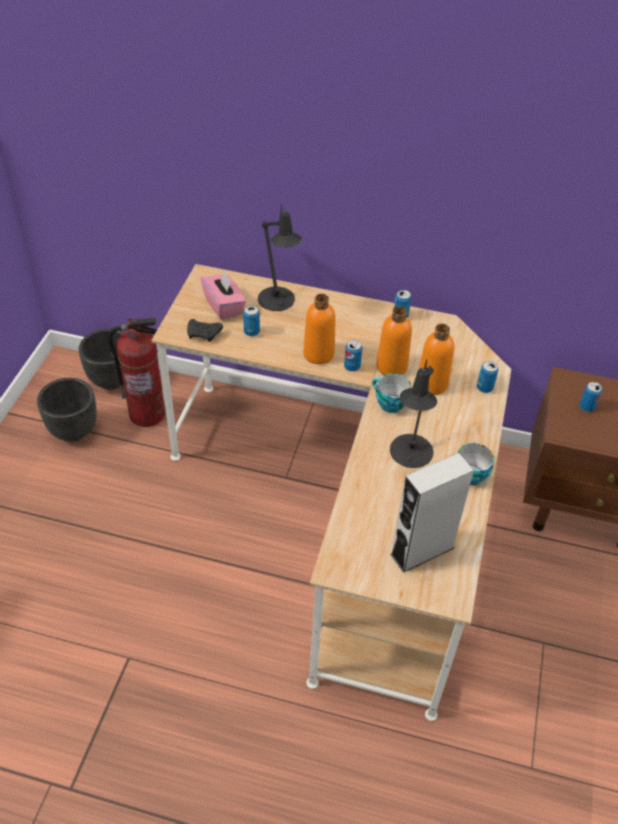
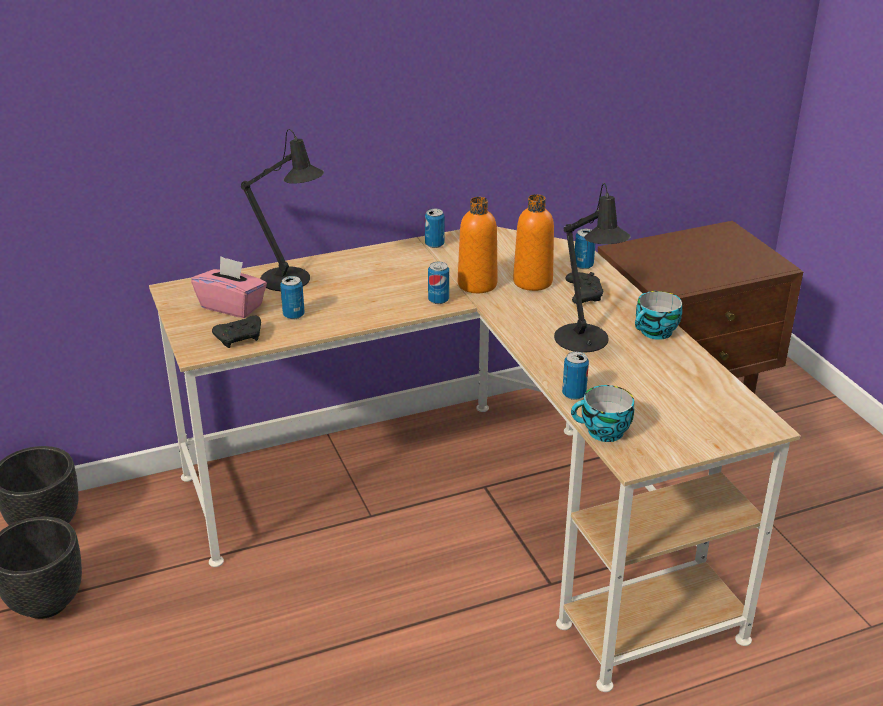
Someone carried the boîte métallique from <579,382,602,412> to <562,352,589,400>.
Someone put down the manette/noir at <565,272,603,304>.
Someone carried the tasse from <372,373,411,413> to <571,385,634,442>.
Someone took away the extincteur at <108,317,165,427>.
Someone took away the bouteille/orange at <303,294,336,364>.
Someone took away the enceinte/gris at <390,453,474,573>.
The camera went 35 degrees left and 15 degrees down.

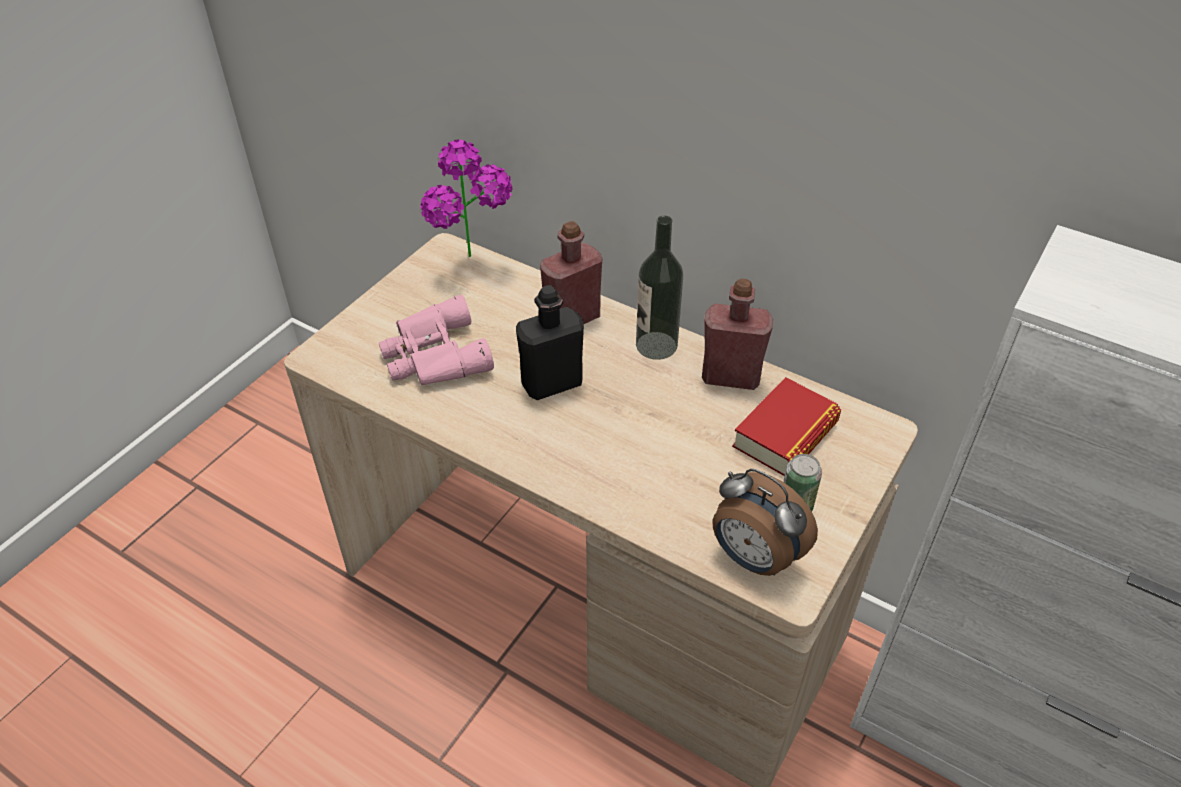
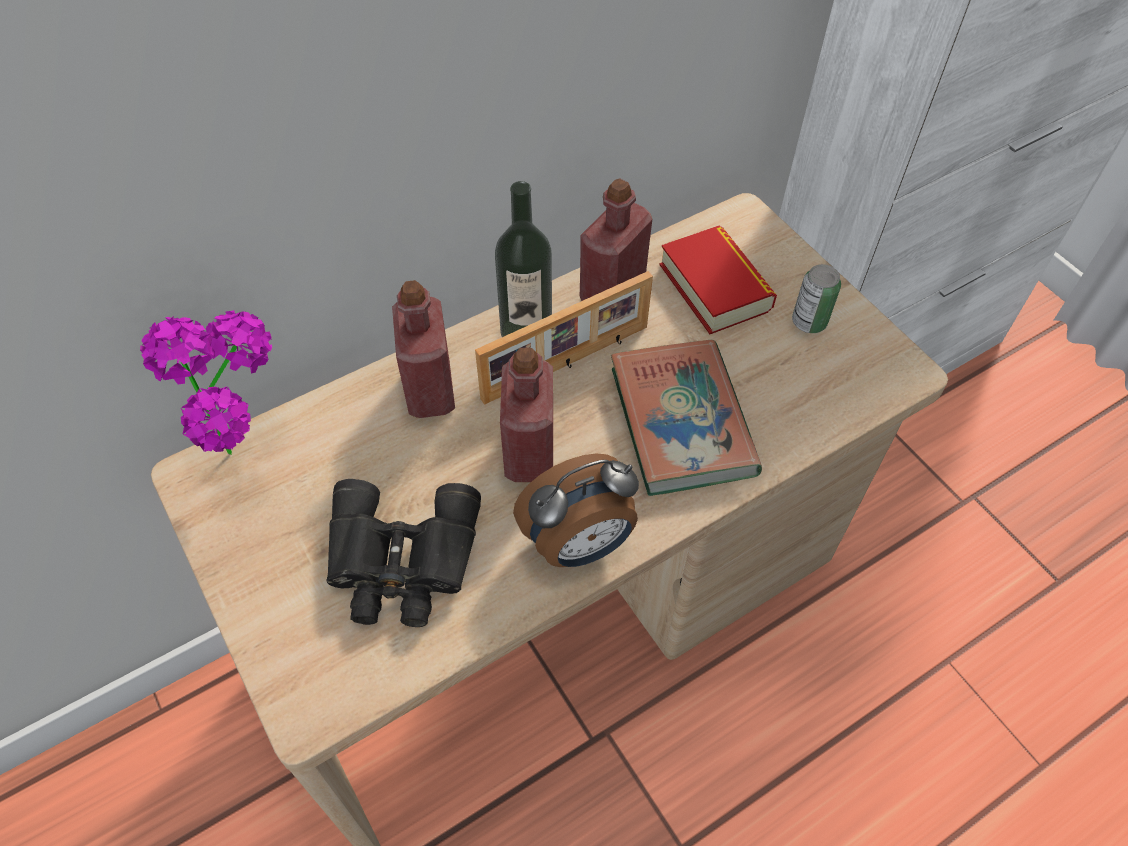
Someone repainted the jumelles/rose at <379,295,494,385>, which became the jumelles/noir at <327,479,481,627>.
Someone put down the cadre photo at <475,271,653,405>.
Someone repainted the bouteille/noir at <516,285,584,400>, which became the bouteille/rouge at <500,348,553,482>.
Someone carried the réveil from <713,469,818,576> to <513,454,639,567>.
Someone put down the livre at <611,340,762,496>.
The camera went 65 degrees left and 10 degrees up.

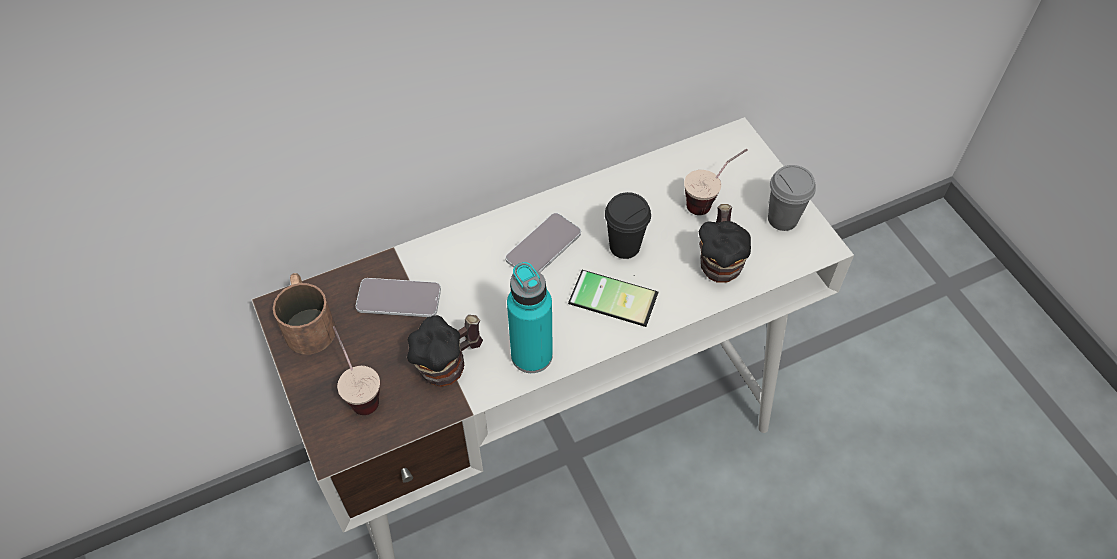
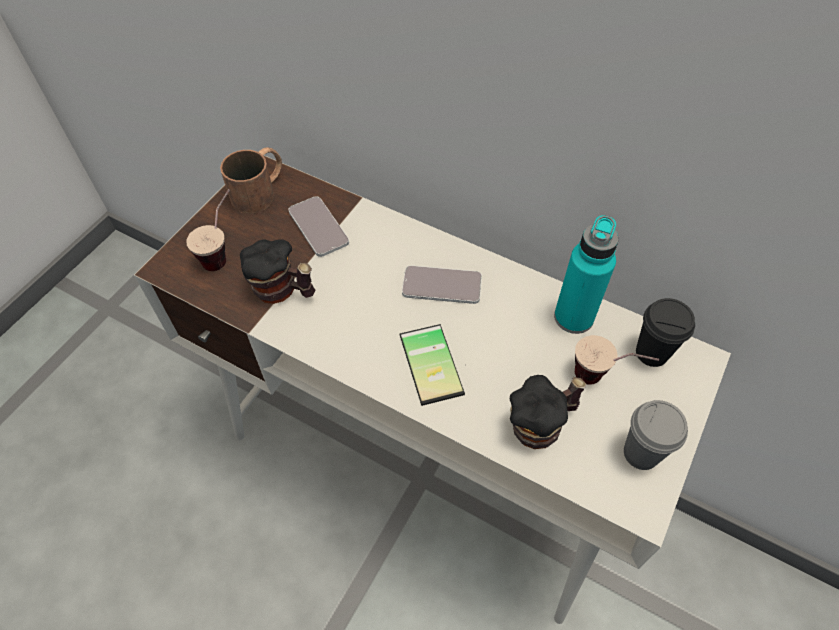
Someone carried the bouteille/turquoise from <507,262,553,373> to <554,215,618,334>.
Someone carried the tasse/noir from <605,192,651,259> to <636,298,695,367>.
The camera went 55 degrees right and 0 degrees up.

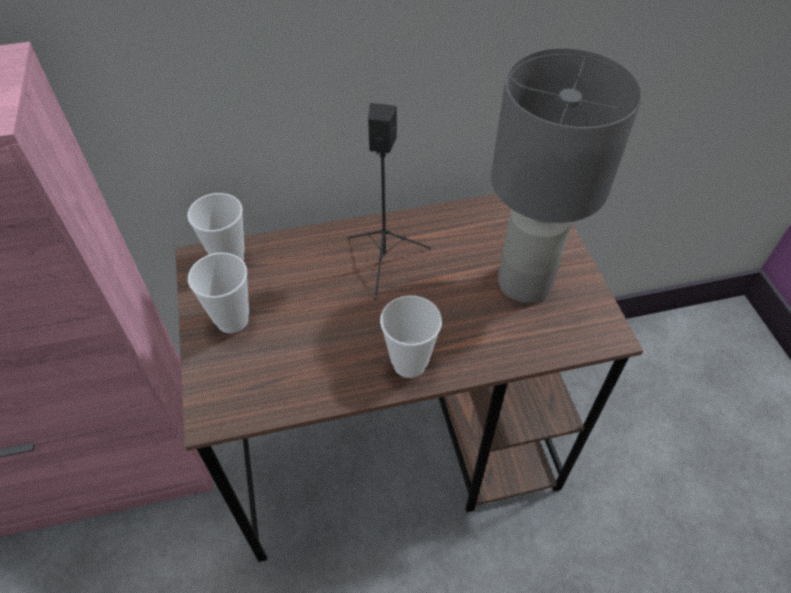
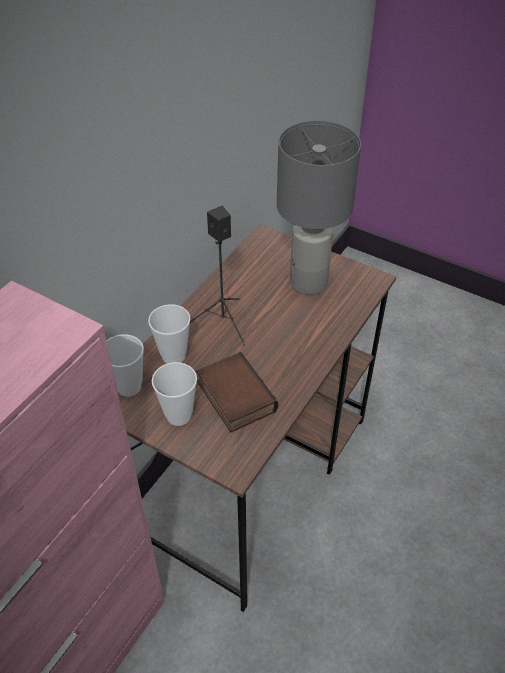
Someone carried the tasse from <380,295,442,378> to <148,304,190,364>.
Someone put down the livre at <196,352,278,432>.
The camera went 45 degrees left and 5 degrees down.

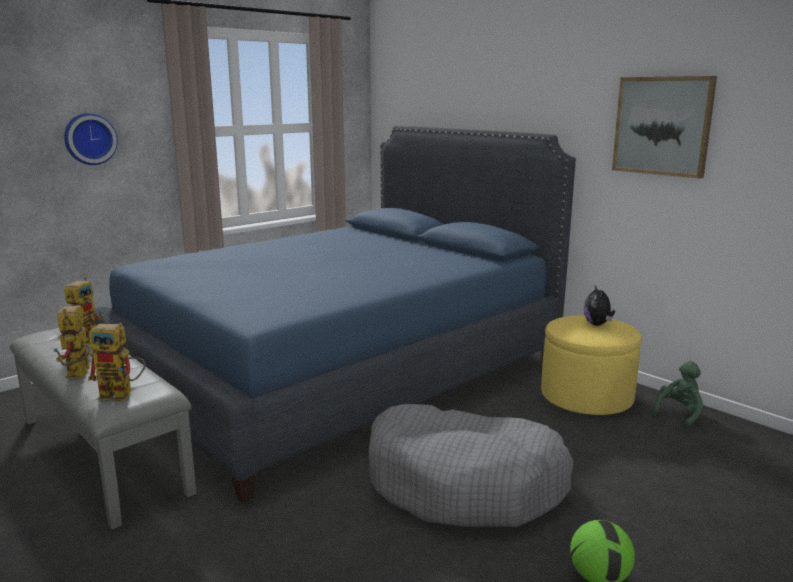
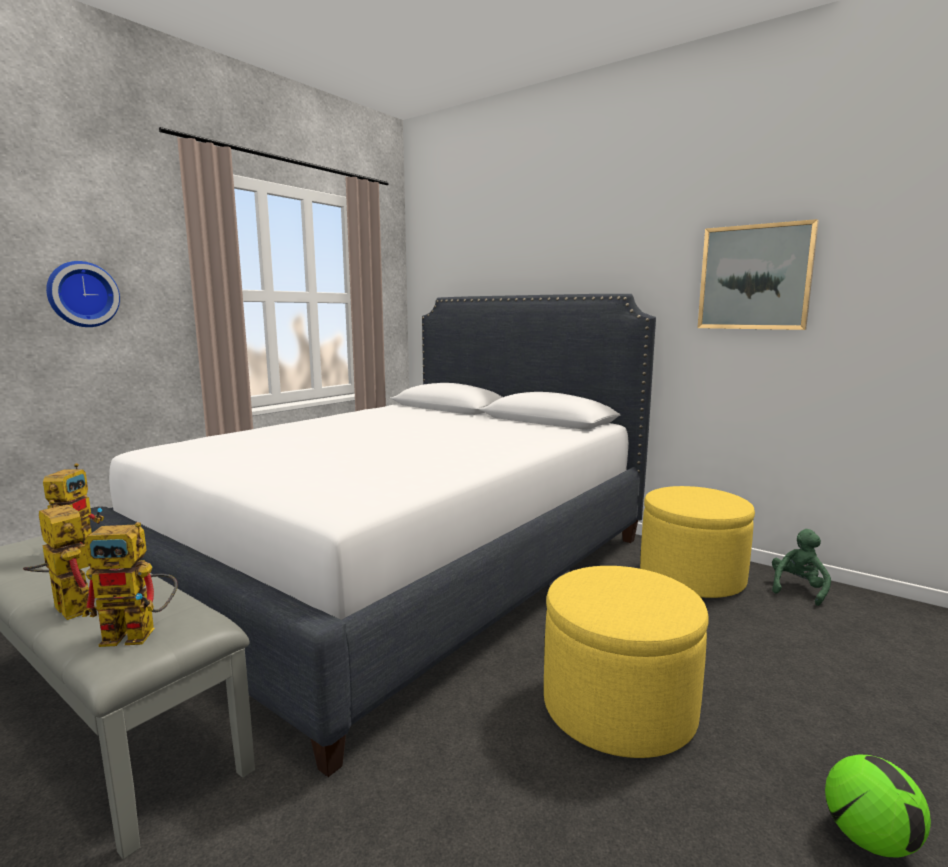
Someone rotated the robot jouet at <53,305,90,379> by 150 degrees clockwise.
Someone repainted the lit/bleu at <94,126,576,503>, which became the lit/blanc at <87,294,656,777>.
Someone swapped the panier pour chien/gris at <369,404,574,527> for the pouf/jaune at <544,566,709,758>.
Someone took away the peluche at <584,285,615,326>.
The camera went 10 degrees left and 5 degrees down.

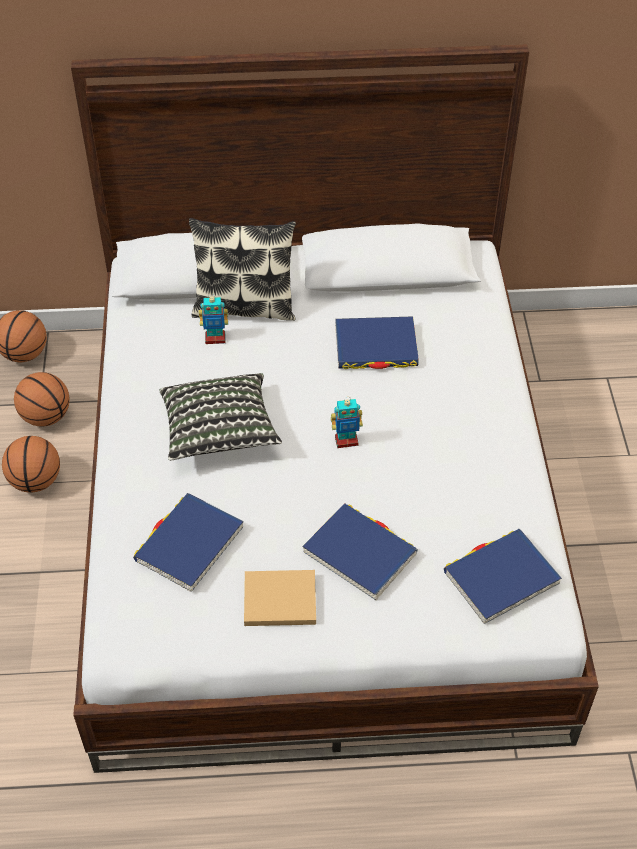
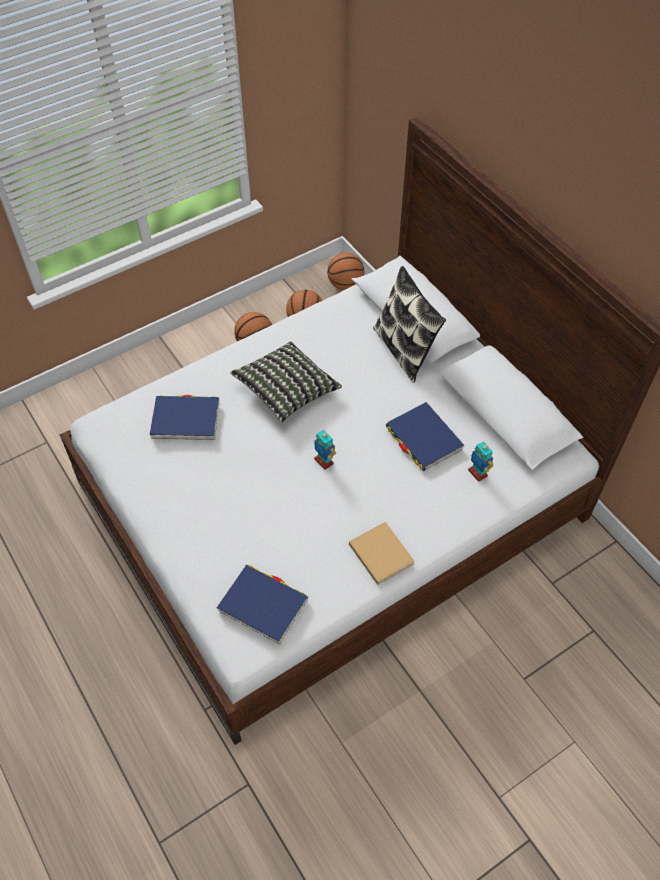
Someone carried the livre/beige from <244,570,316,626> to <349,522,415,585>.
Someone carried the robot jouet from <199,294,228,344> to <468,442,494,482>.
Someone took away the livre/bleu at <302,503,418,600>.
The camera went 60 degrees right and 5 degrees up.

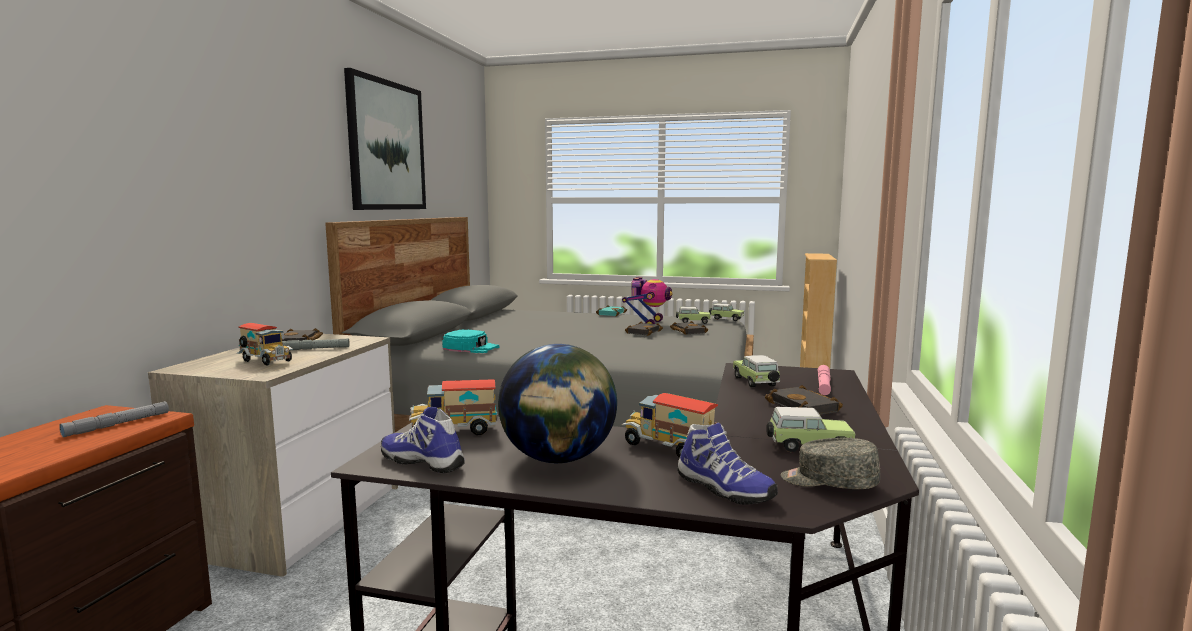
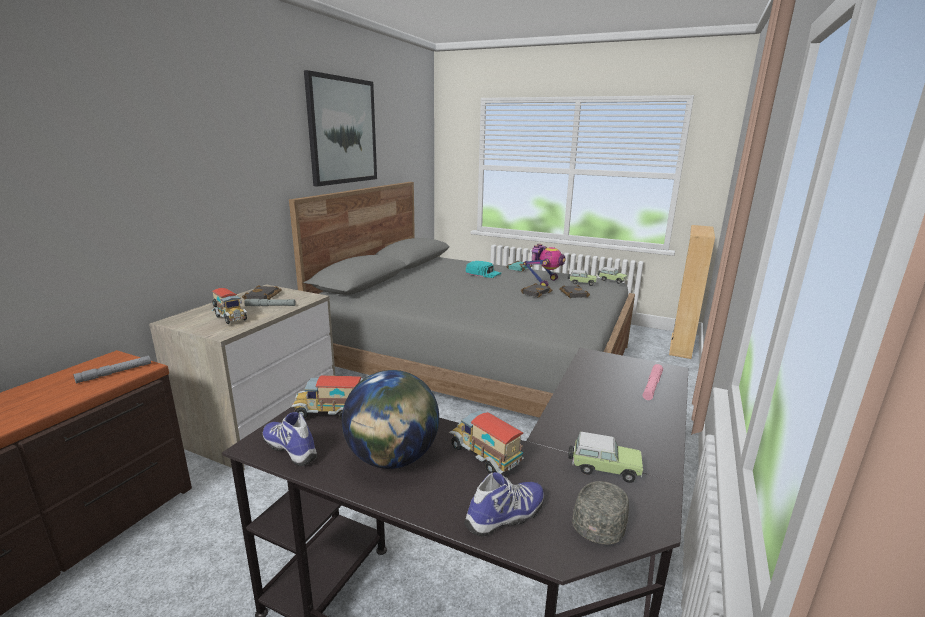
Someone rotated the chaussure at <677,423,778,505> by 90 degrees counterclockwise.
Someone carried the casquette/turquoise from <442,329,500,353> to <466,261,501,278>.
Someone rotated the casquette/gris at <781,438,880,489> by 90 degrees clockwise.
Someone took away the petite voiture at <733,355,781,387>.
Someone took away the livre/noir at <765,385,843,415>.
The camera went 10 degrees right and 10 degrees up.

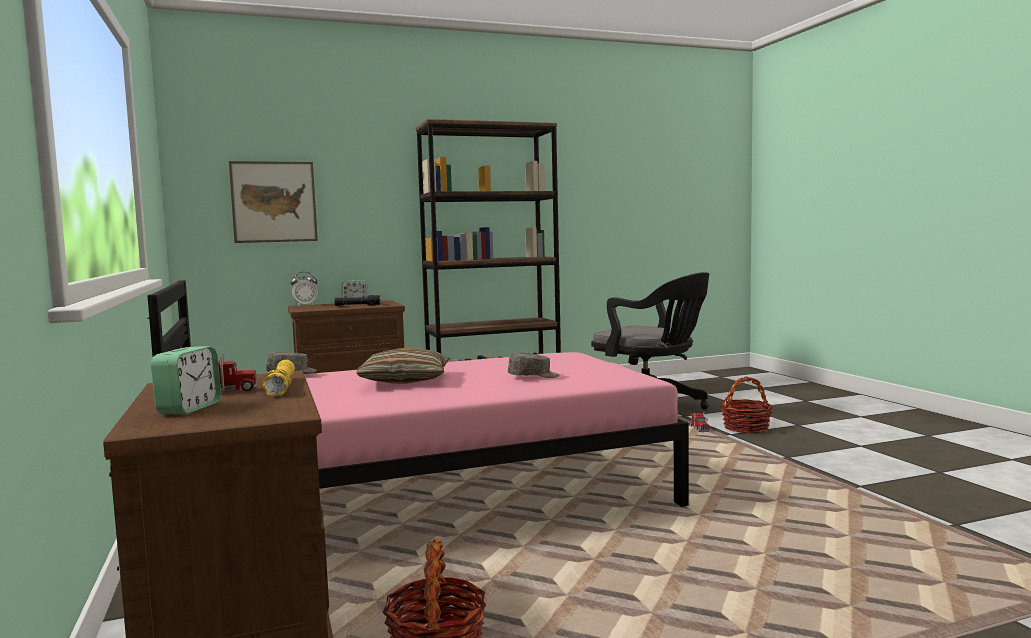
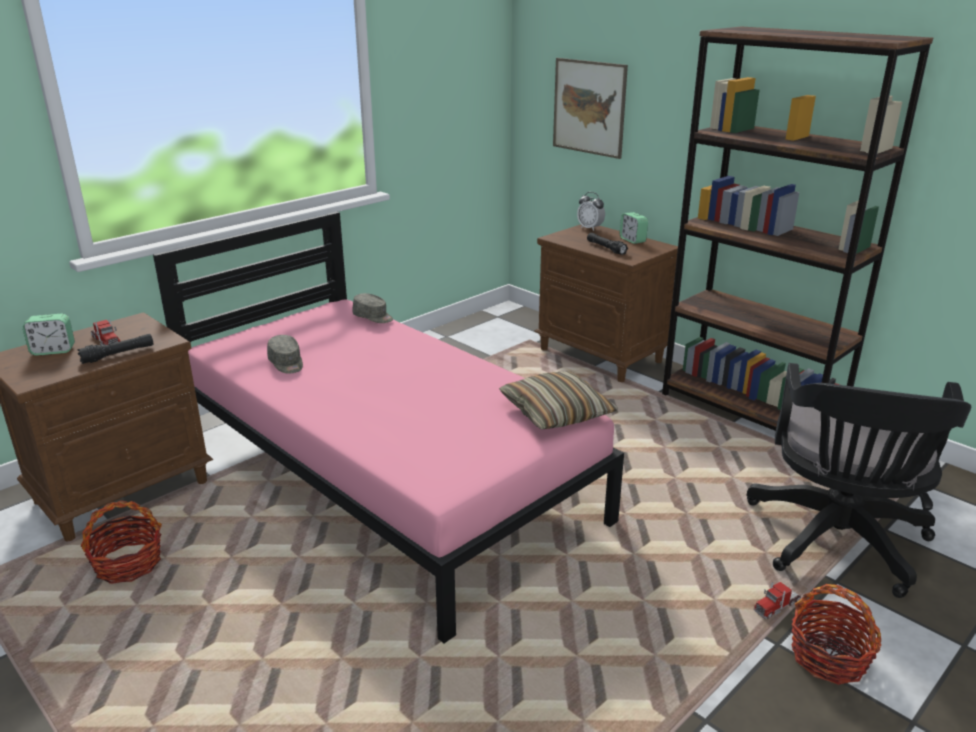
Someone repainted the lampe de poche/jaune at <263,360,295,396>, which became the lampe de poche/noir at <77,334,153,364>.
Someone carried the casquette/gris from <508,353,560,378> to <267,335,303,374>.
Someone carried the coussin from <357,348,450,384> to <499,371,618,429>.
The camera went 65 degrees right and 20 degrees up.

